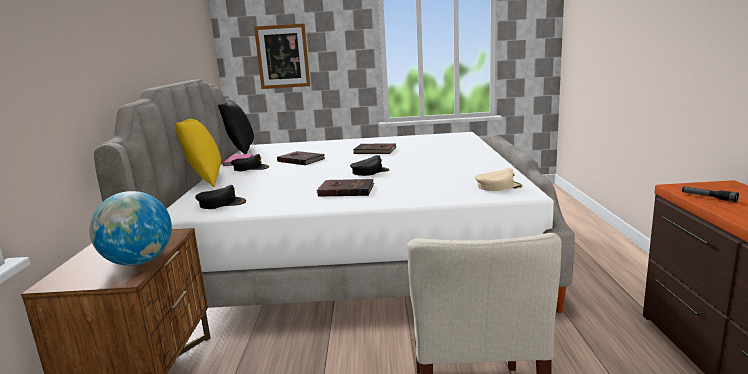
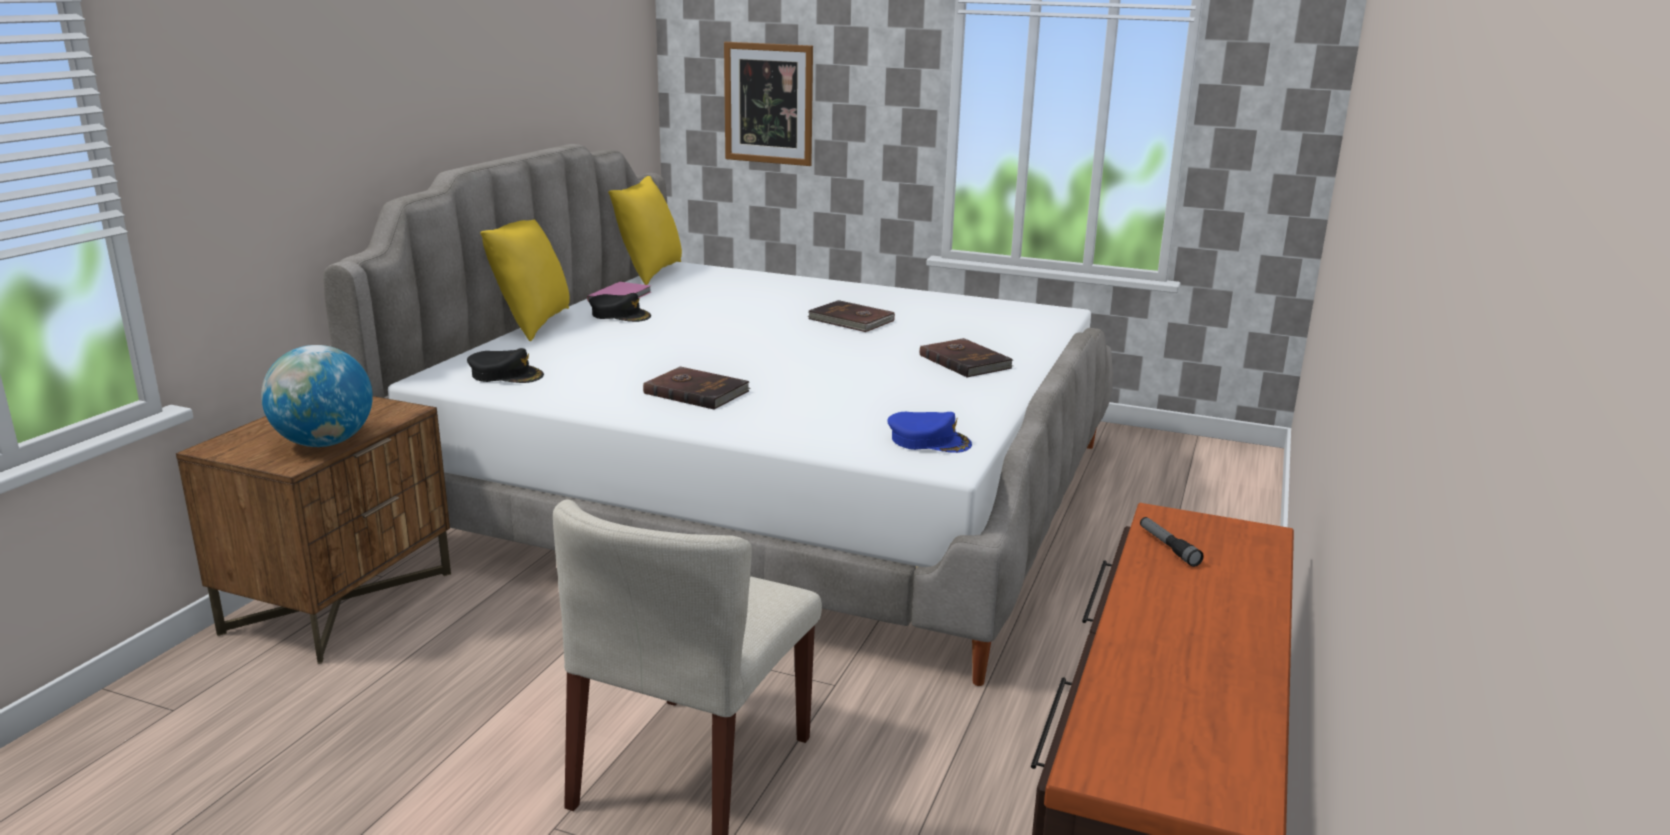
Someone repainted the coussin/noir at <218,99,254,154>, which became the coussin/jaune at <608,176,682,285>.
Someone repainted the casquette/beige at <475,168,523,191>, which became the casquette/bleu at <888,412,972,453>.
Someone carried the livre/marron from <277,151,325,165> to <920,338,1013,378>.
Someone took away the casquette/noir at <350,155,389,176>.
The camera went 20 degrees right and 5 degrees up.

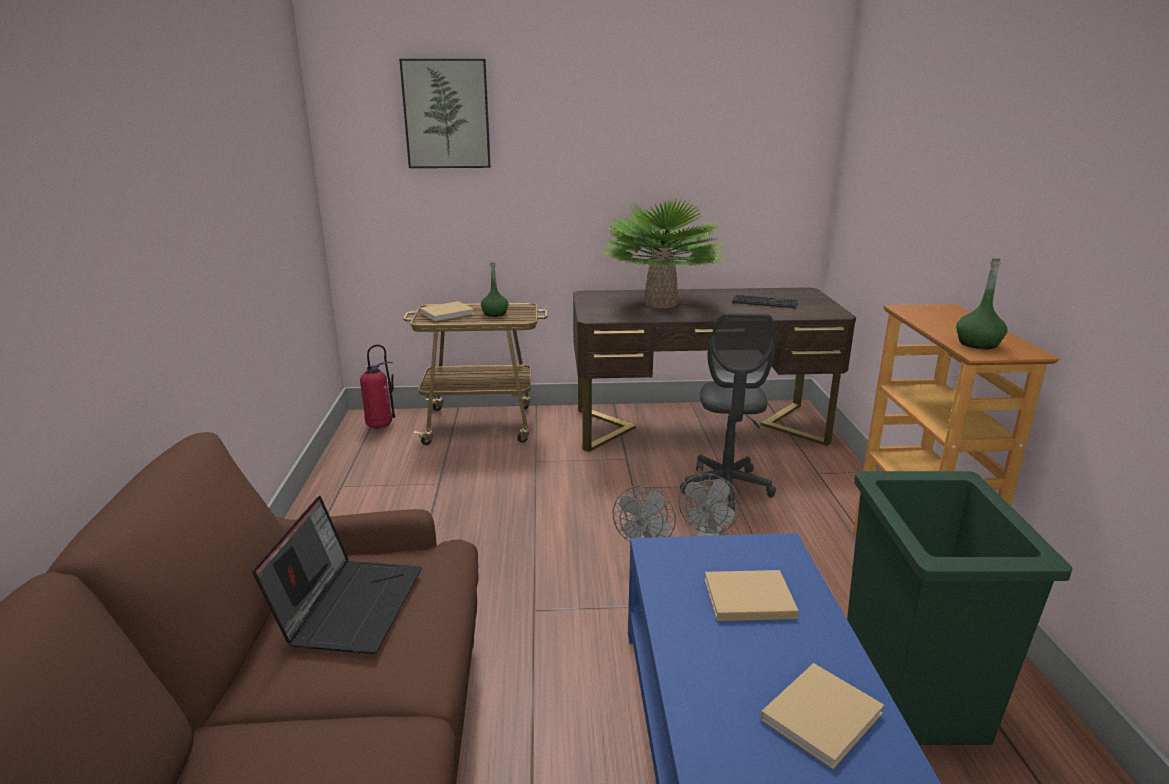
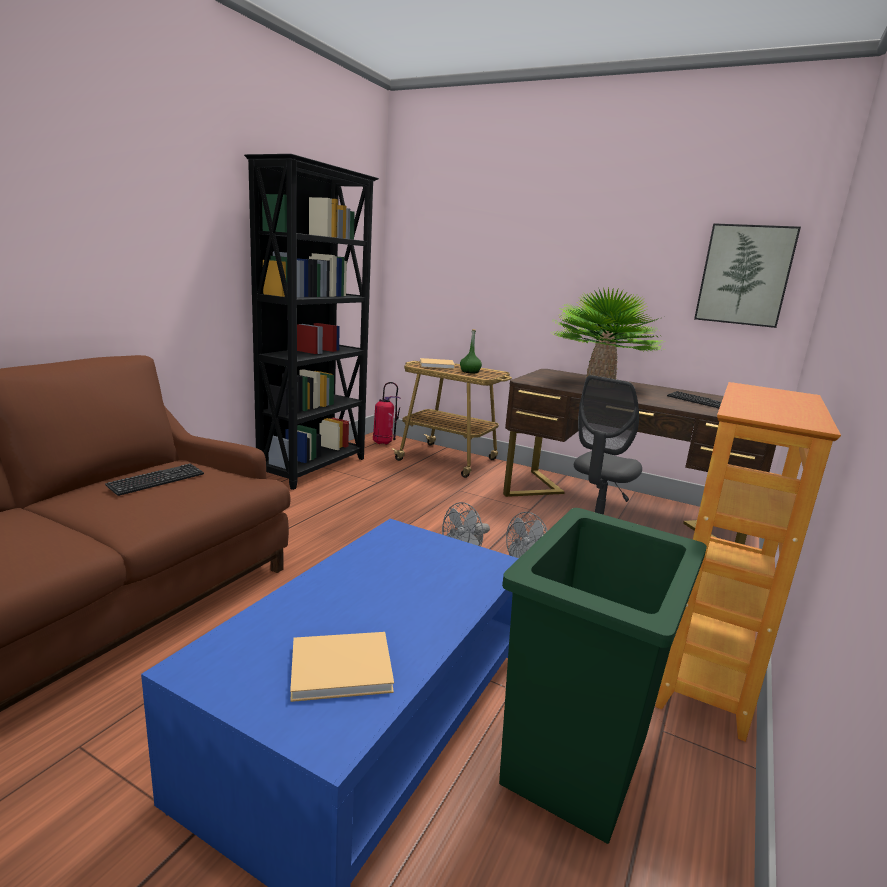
Someone swapped the ordinateur portable at <252,496,422,654> for the clavier at <105,463,204,496>.
Someone put down the bibliothèque/noir at <244,154,379,490>.
Someone carried the tableau from <399,59,491,168> to <694,223,801,328>.
Someone took away the livre/beige at <704,570,799,621>.
Someone took away the bouteille/vert at <956,258,1008,349>.
The camera went 30 degrees right and 5 degrees down.

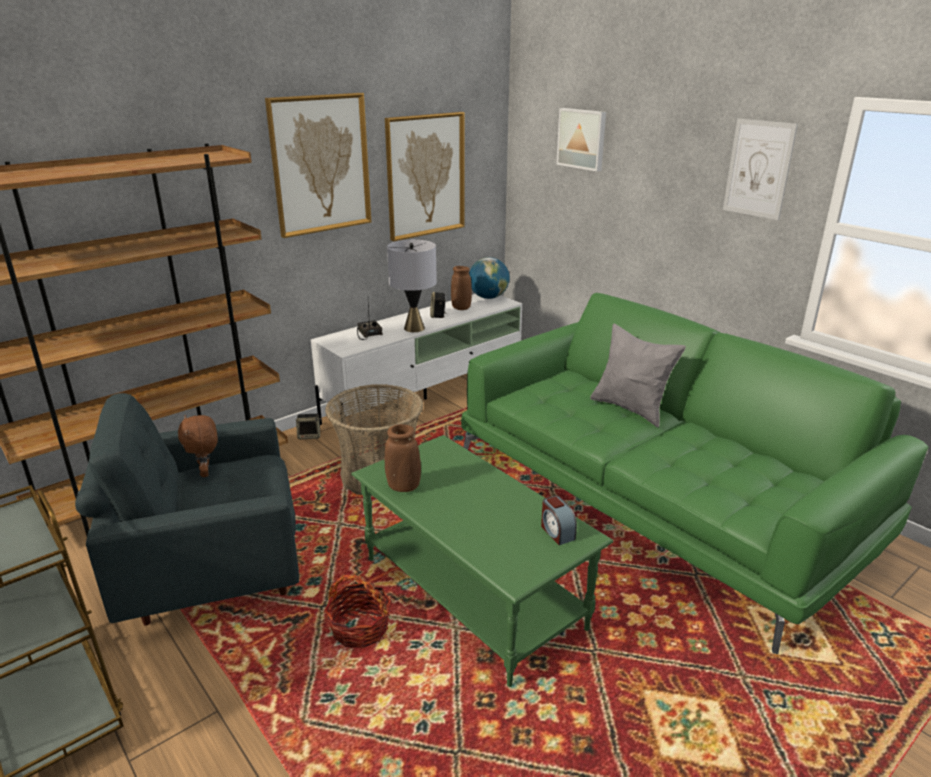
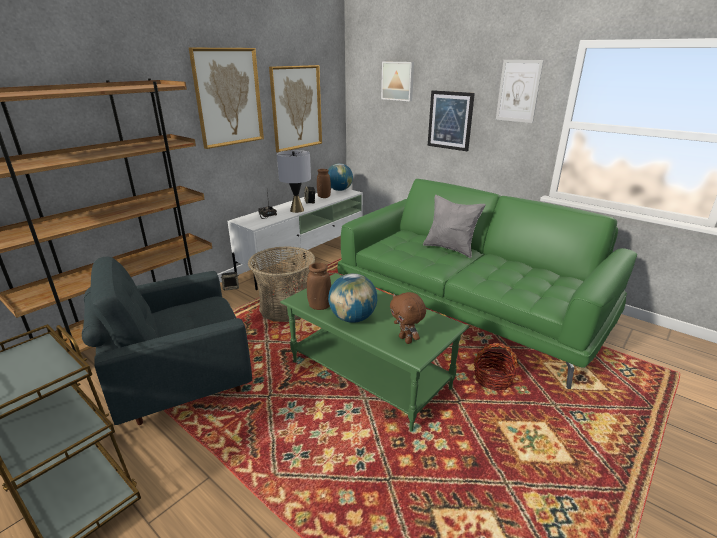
Someone put down the globe at <328,273,377,323>.
Someone carried the peluche/marron from <178,415,218,477> to <390,292,426,344>.
Someone put up the tableau at <428,90,475,151>.
Someone carried the panier from <325,573,391,648> to <474,343,519,391>.
Someone took away the réveil at <541,496,577,545>.
The camera went 10 degrees left and 0 degrees up.

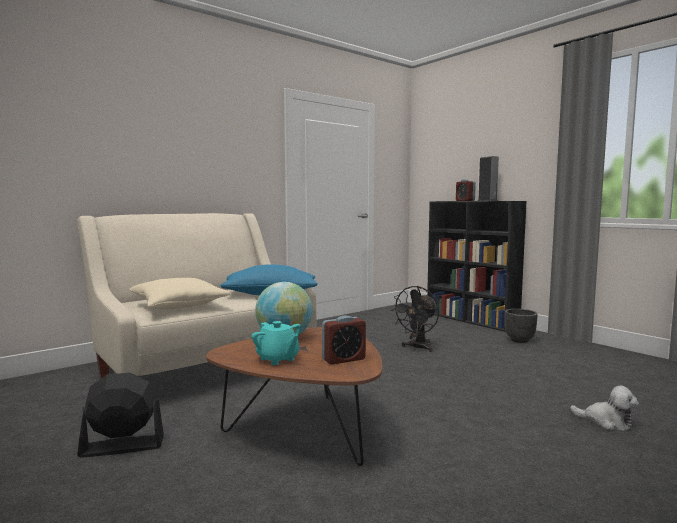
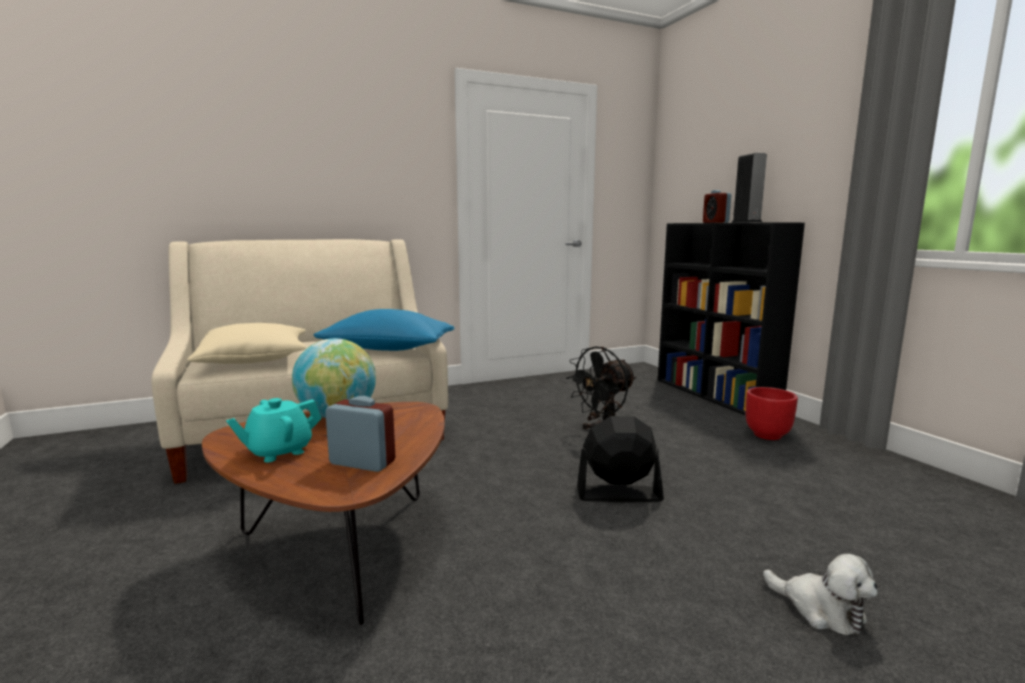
Someone rotated the théière/turquoise at <252,321,301,365> by 75 degrees clockwise.
Someone rotated the réveil at <322,316,366,365> by 150 degrees counterclockwise.
Someone carried the ventilateur/noir from <77,373,164,458> to <577,416,664,502>.
Someone repainted the cache-pot/noir at <505,309,538,343>, which became the cache-pot/rouge at <746,387,798,440>.
The camera went 15 degrees right and 5 degrees up.

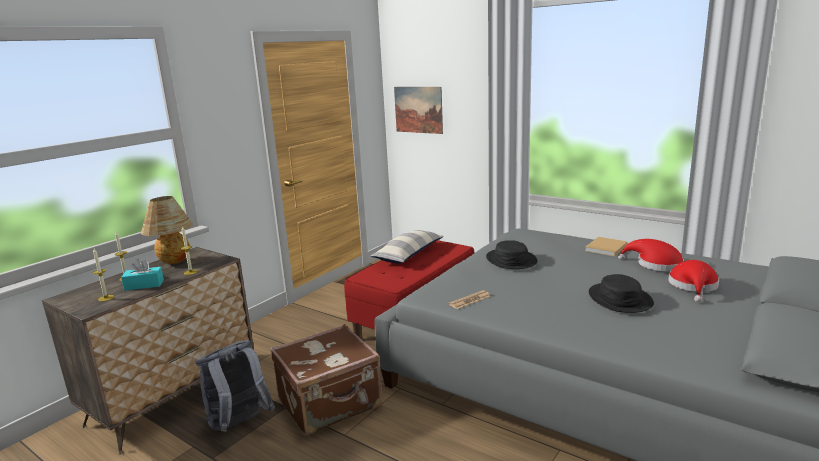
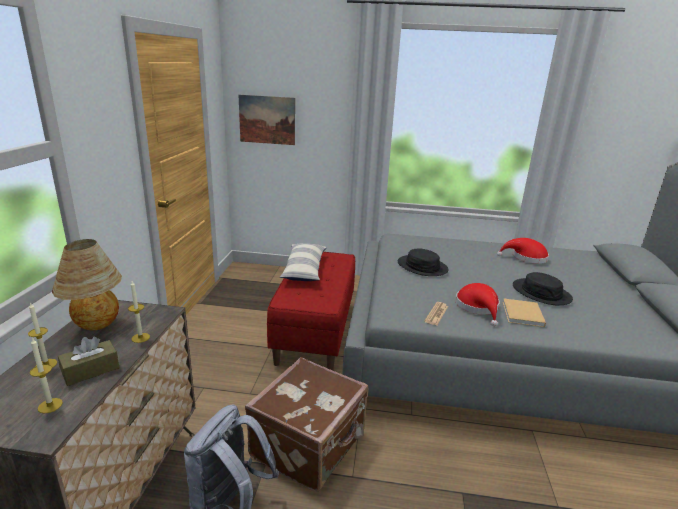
Someone repainted the boîte à mouchoirs/turquoise at <121,259,164,291>, which became the boîte à mouchoirs/marron at <58,337,120,386>.
Someone carried the chapeau/rouge from <668,260,719,302> to <455,283,500,327>.
Someone carried the livre/beige from <585,237,628,256> to <503,298,546,327>.
The camera went 30 degrees left and 5 degrees up.

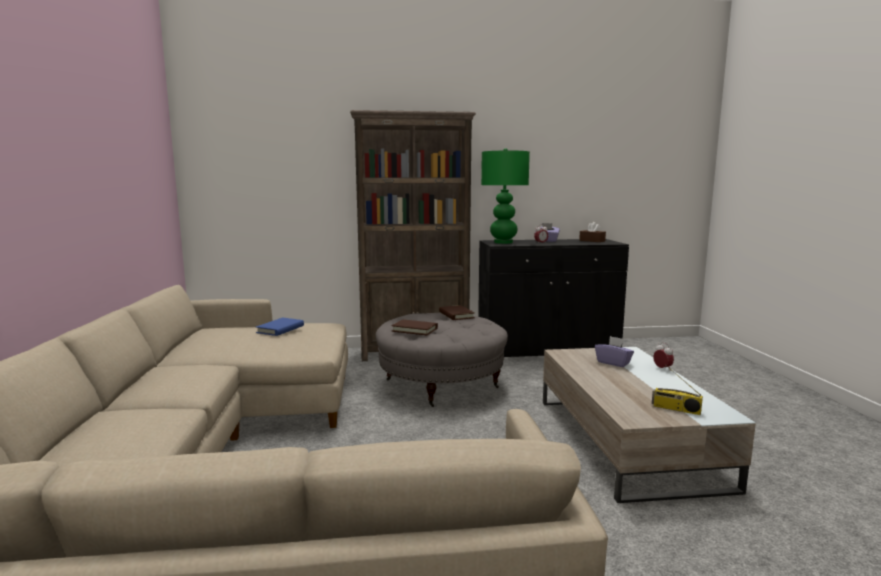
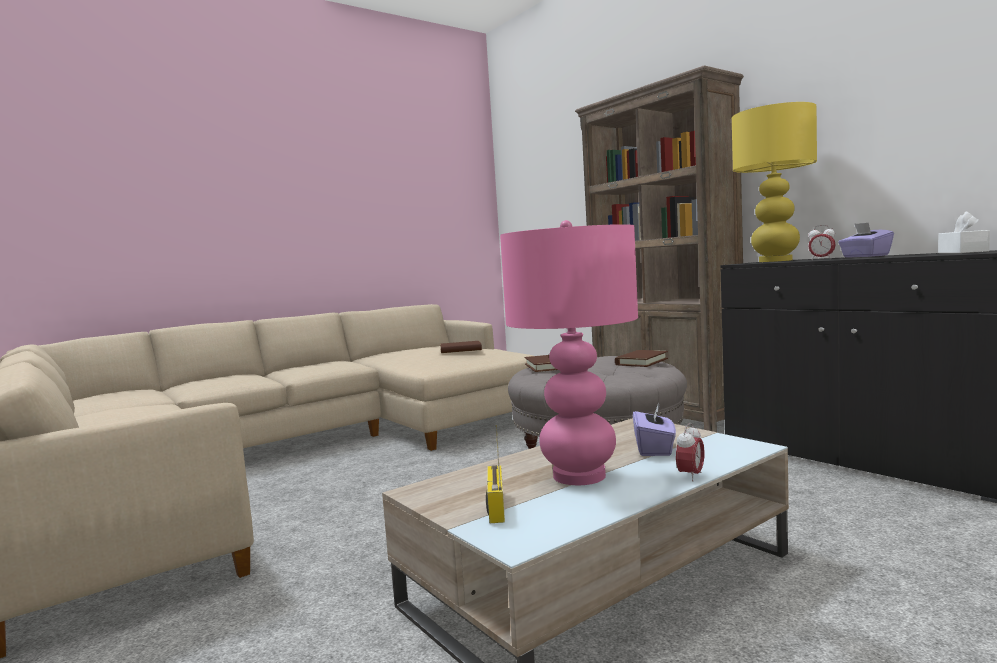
Someone repainted the livre/bleu at <256,318,304,336>, which became the livre/marron at <440,341,482,353>.
Someone put down the lampe de table/rose at <500,220,638,485>.
Someone repainted the lampe de table/vert at <481,148,530,244>, which became the lampe de table/jaune at <732,102,817,262>.
Someone repainted the boîte à mouchoirs/marron at <579,222,606,242>, which became the boîte à mouchoirs/blanc at <938,211,990,253>.
The camera went 60 degrees right and 5 degrees down.

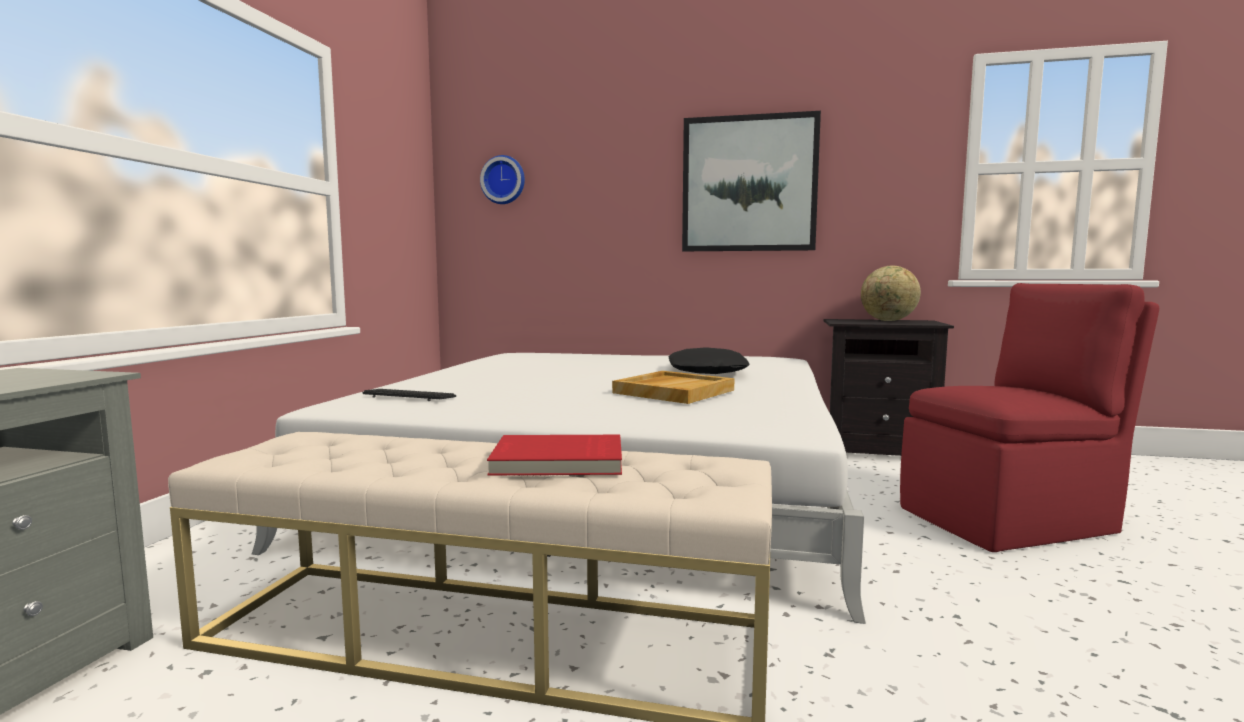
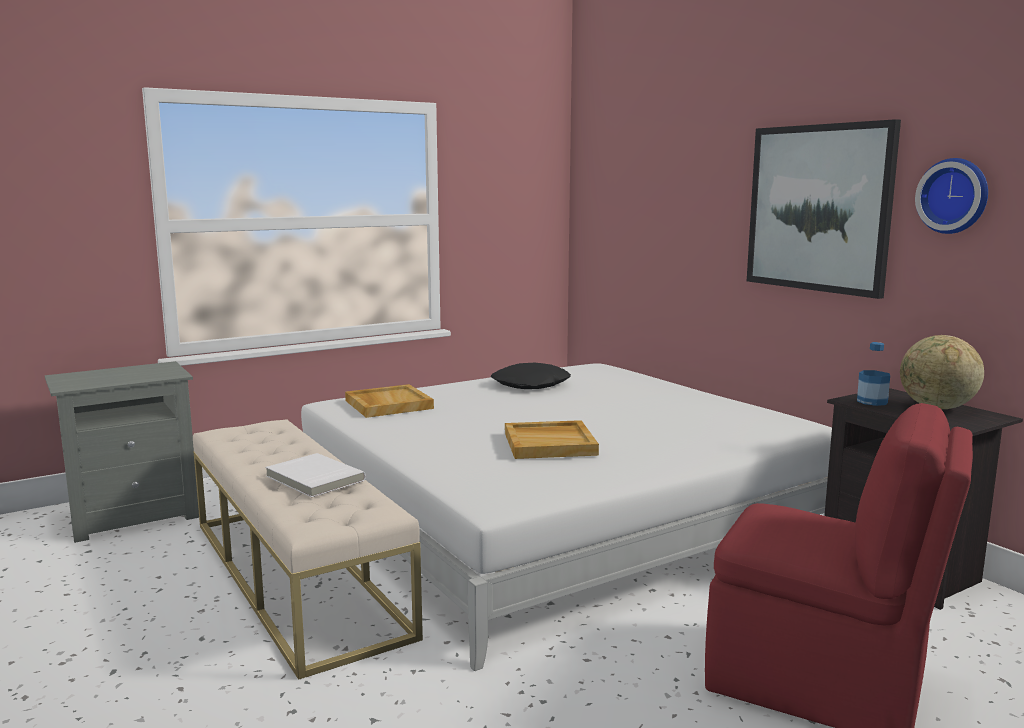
Someone repainted the livre/rouge at <487,435,622,475>, which became the livre/blanc at <265,453,366,497>.
Someone swapped the clavier at <362,389,456,401> for the plateau/beige at <345,384,434,418>.
Someone carried the coussin/noir from <668,347,749,374> to <491,363,571,389>.
Someone put down the bouteille at <857,342,890,406>.
Someone carried the horloge murale from <480,155,525,204> to <915,158,988,234>.
The camera went 45 degrees right and 5 degrees up.

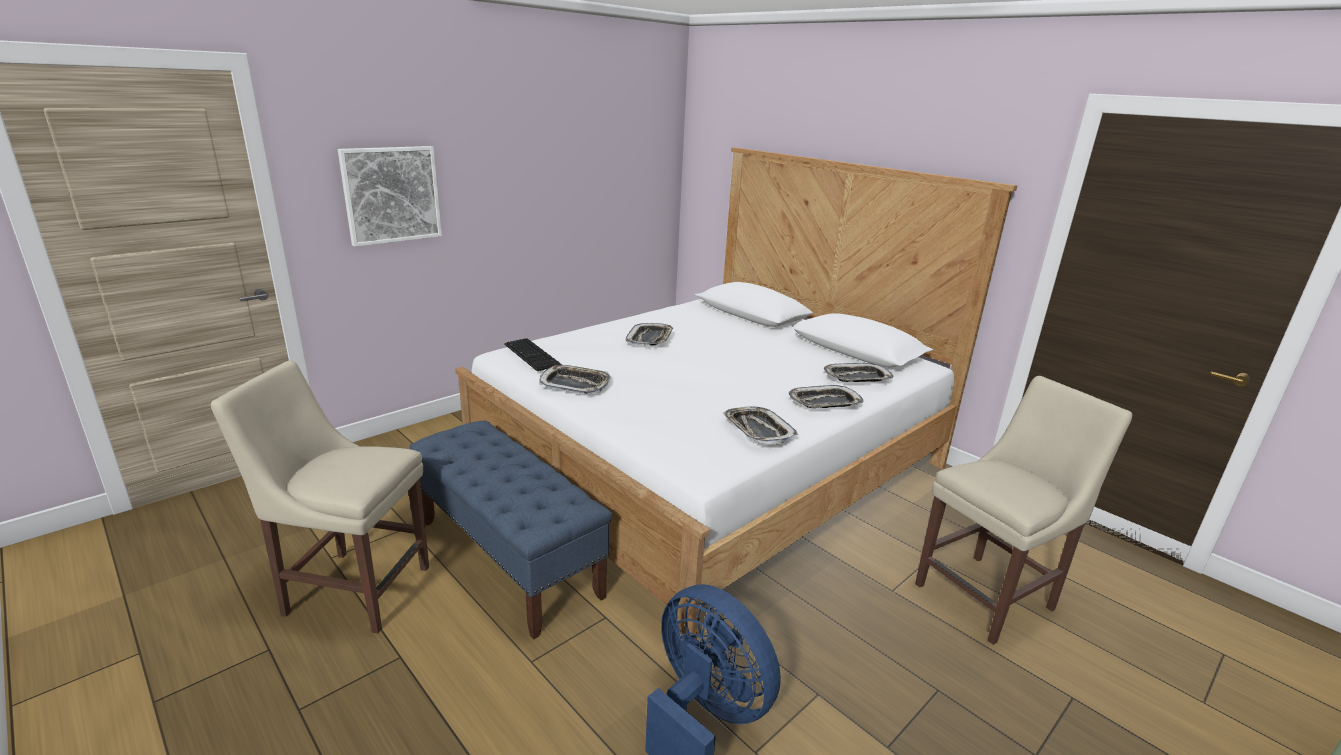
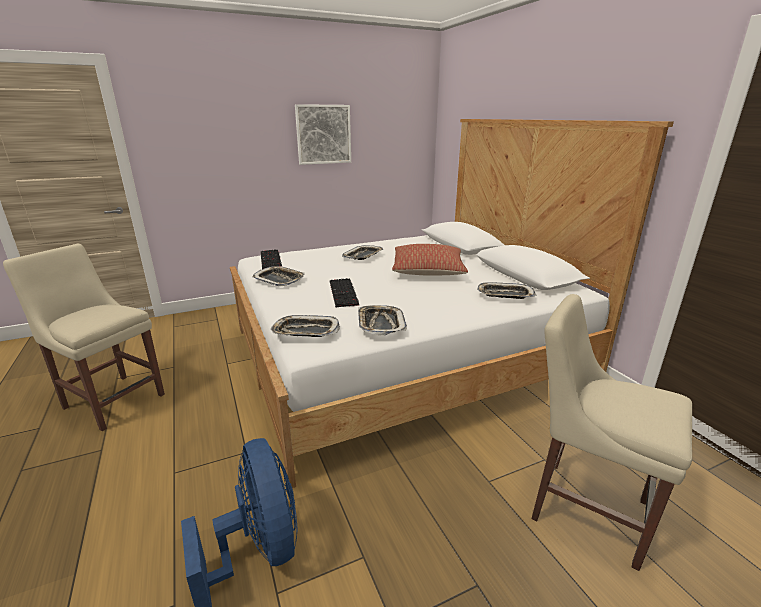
Someone carried the plateau from <789,385,863,408> to <271,315,340,337>.
Someone carried the tableau from <338,146,442,247> to <295,104,351,165>.
Someone put down the clavier at <329,278,359,307>.
Someone put down the coussin at <392,244,468,275>.
Someone rotated the chaise/beige at <915,376,1132,645> by 135 degrees counterclockwise.
Someone took away the banc/bleu at <410,421,612,639>.
The camera went 20 degrees right and 0 degrees up.

